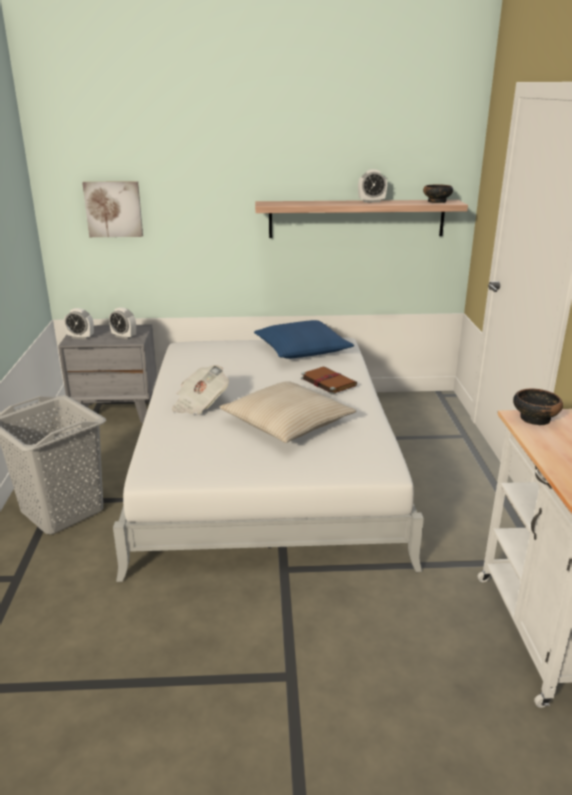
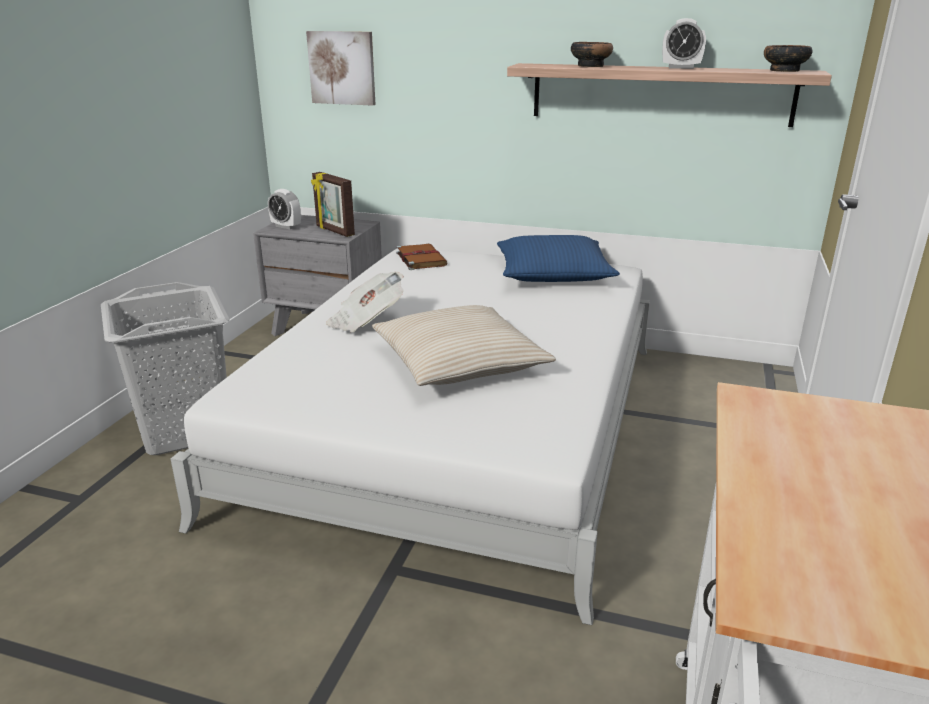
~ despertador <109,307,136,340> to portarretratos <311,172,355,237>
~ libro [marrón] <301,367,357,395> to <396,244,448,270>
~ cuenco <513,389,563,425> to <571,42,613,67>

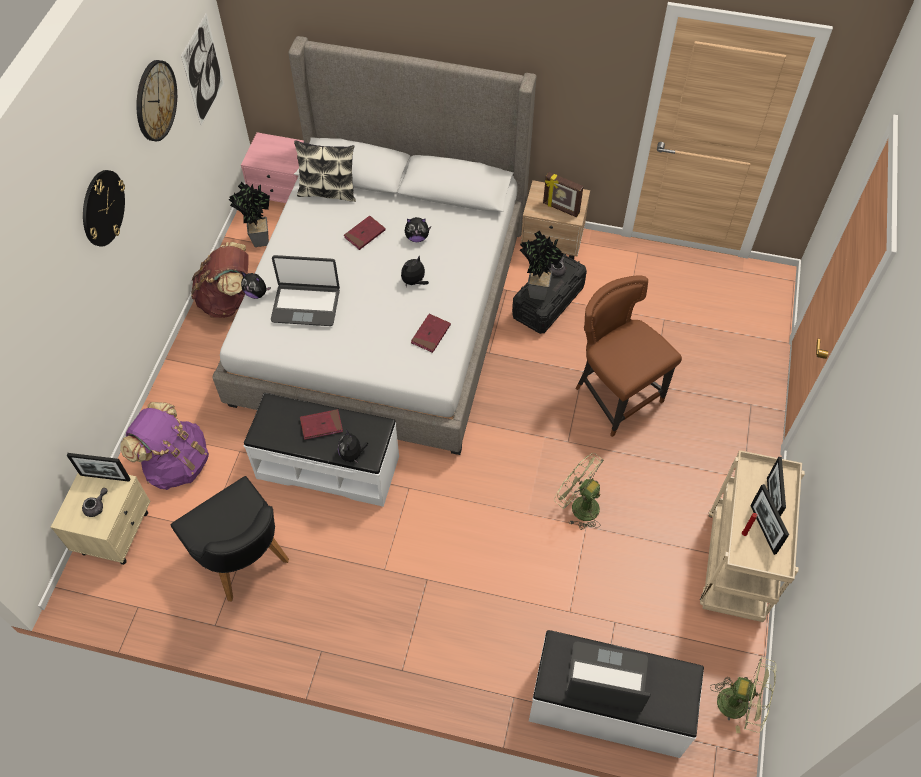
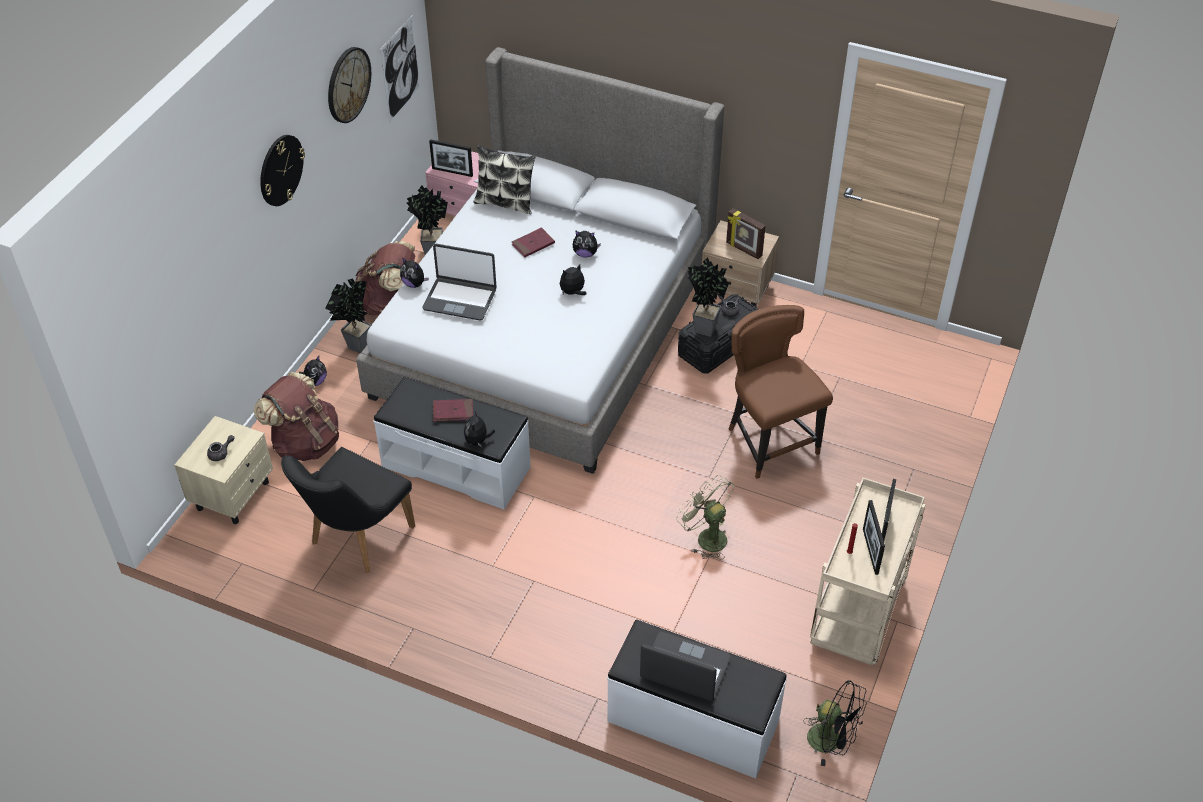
- libro [rojo] <411,314,451,353>
~ mochila [morado] <120,402,209,490> to mochila [marrón] <254,372,339,461>
~ portarretratos <67,453,131,482> to <429,139,473,177>
~ silla [negro] <171,476,289,602> = <281,447,415,573> 60 degrees clockwise
~ ventilador [verde] <710,657,776,733> to ventilador [negro] <803,680,867,766>
+ planta en maceta <325,278,371,353>
+ peluche <299,356,327,386>

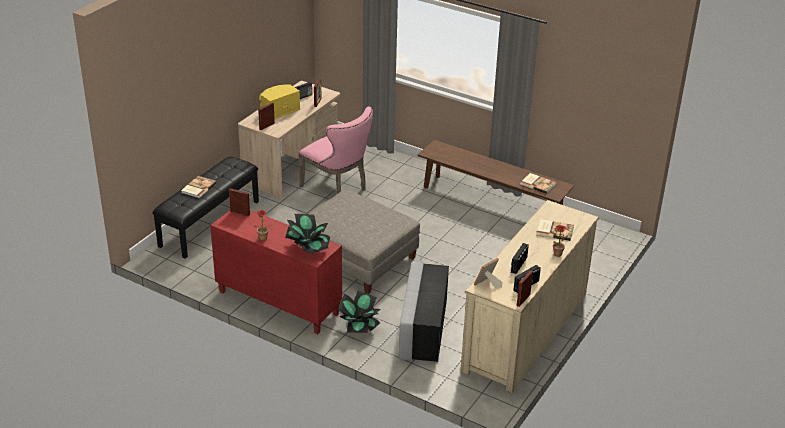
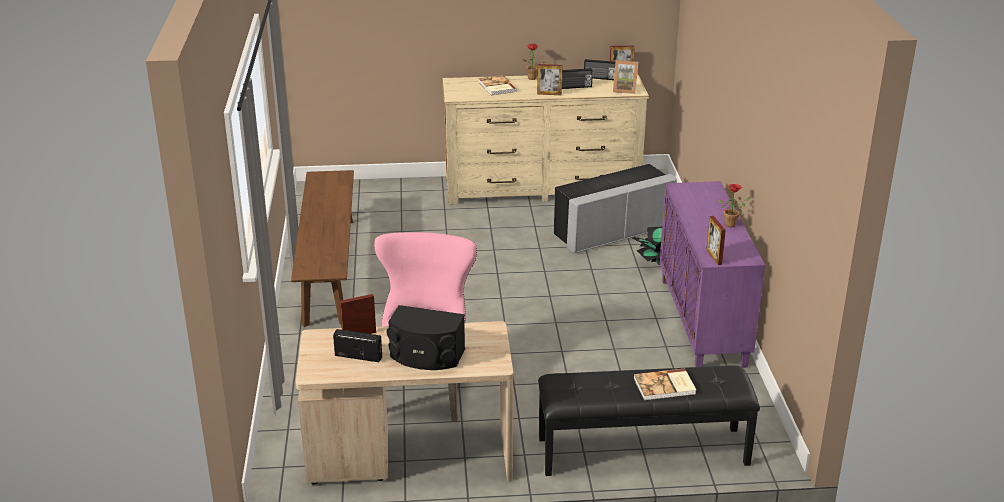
~ altavoz [amarillo] <259,84,300,119> to altavoz [negro] <387,305,465,370>
~ portarretratos <258,103,275,130> to <537,64,563,95>
- libro <520,173,556,194>
- puf [gris] <295,190,420,294>
~ armario [rojo] <210,210,342,334> to armario [morado] <660,181,765,368>
- planta en maceta <285,214,330,254>

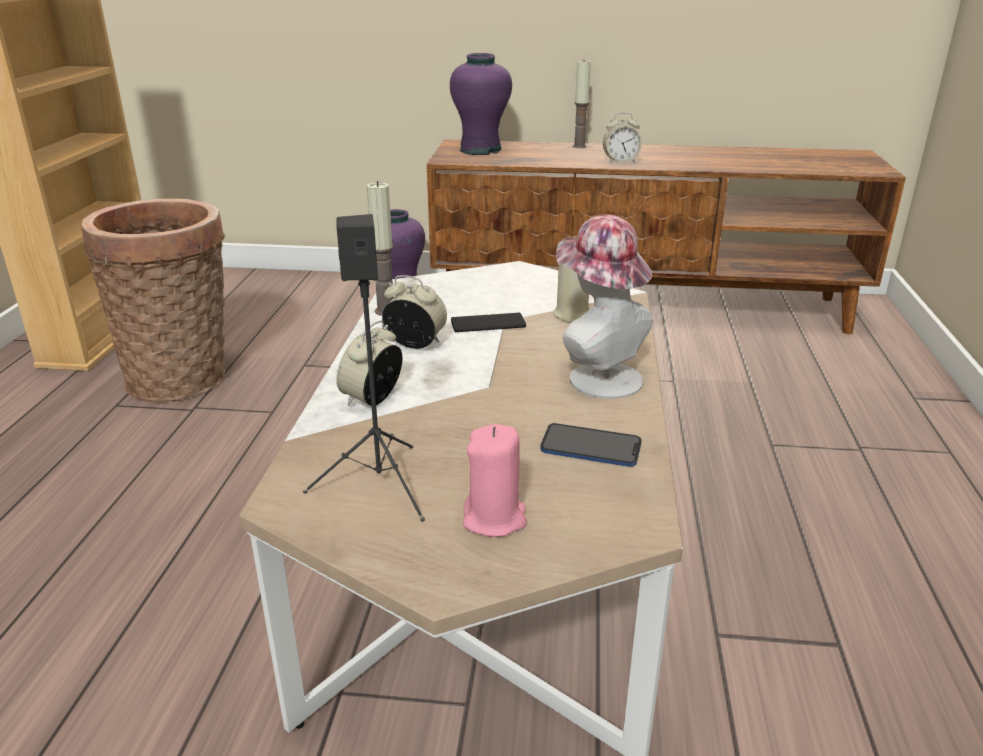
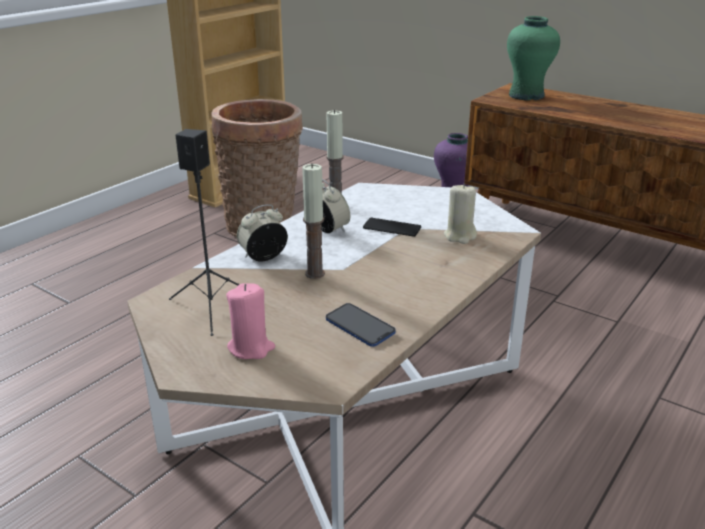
~ florero [morado] <450,53,512,155> to florero [verde] <507,16,560,101>
~ vela <573,61,591,148> to <302,163,325,279>
- despertador <603,112,642,163>
- sombrero <556,215,653,399>

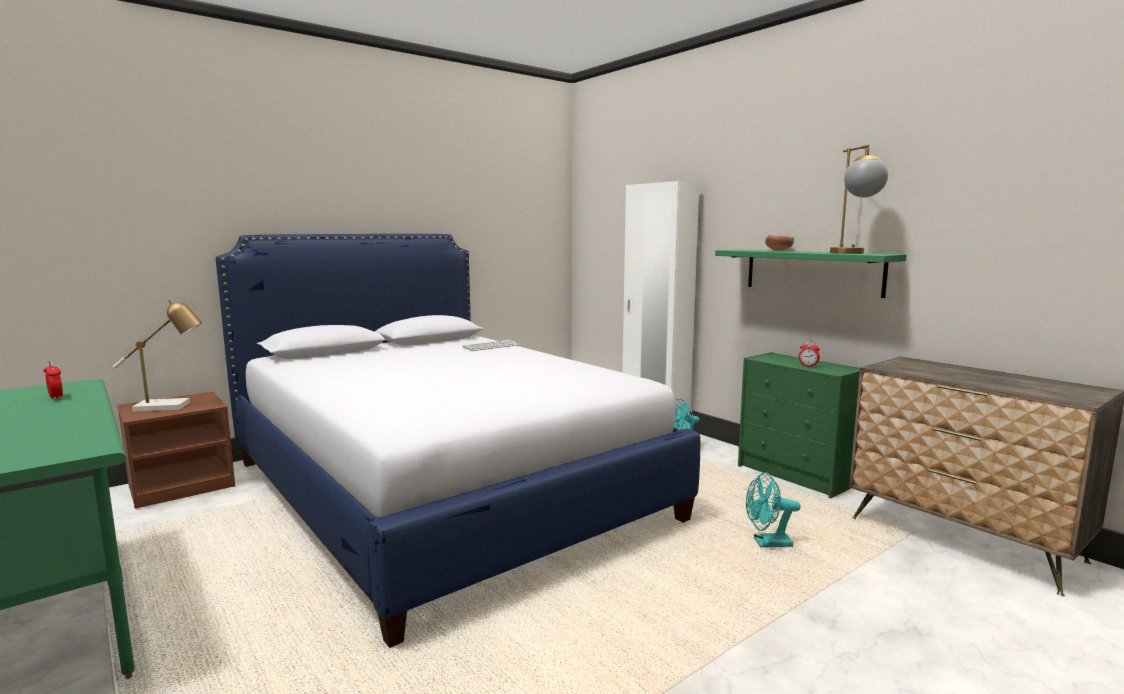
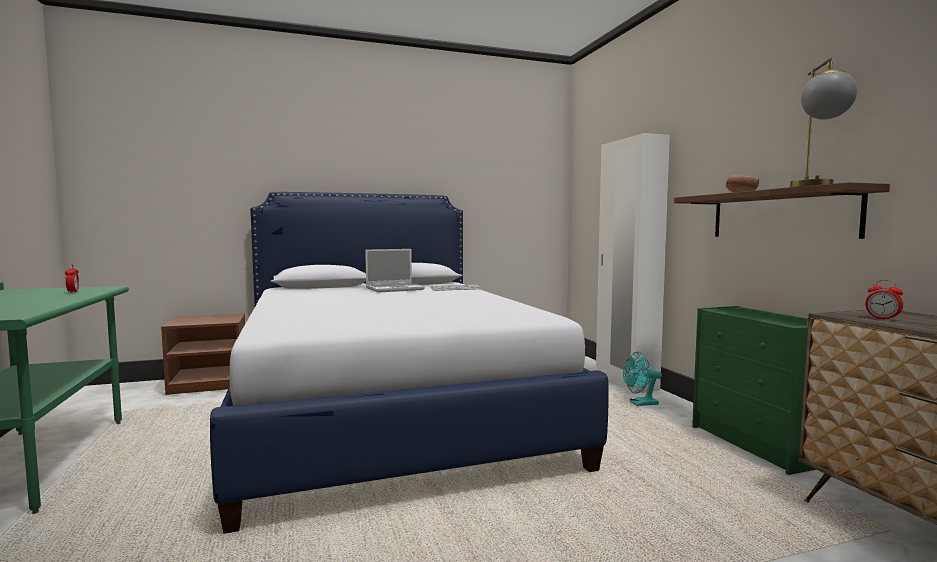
~ estante [verde] <715,249,907,298> to estante [marrón] <674,182,890,239>
- lámpara de mesa <113,300,202,412>
~ despertador <799,340,820,367> to <865,280,903,320>
- ventilador [turquesa] <746,472,801,547>
+ portátil <365,249,425,293>

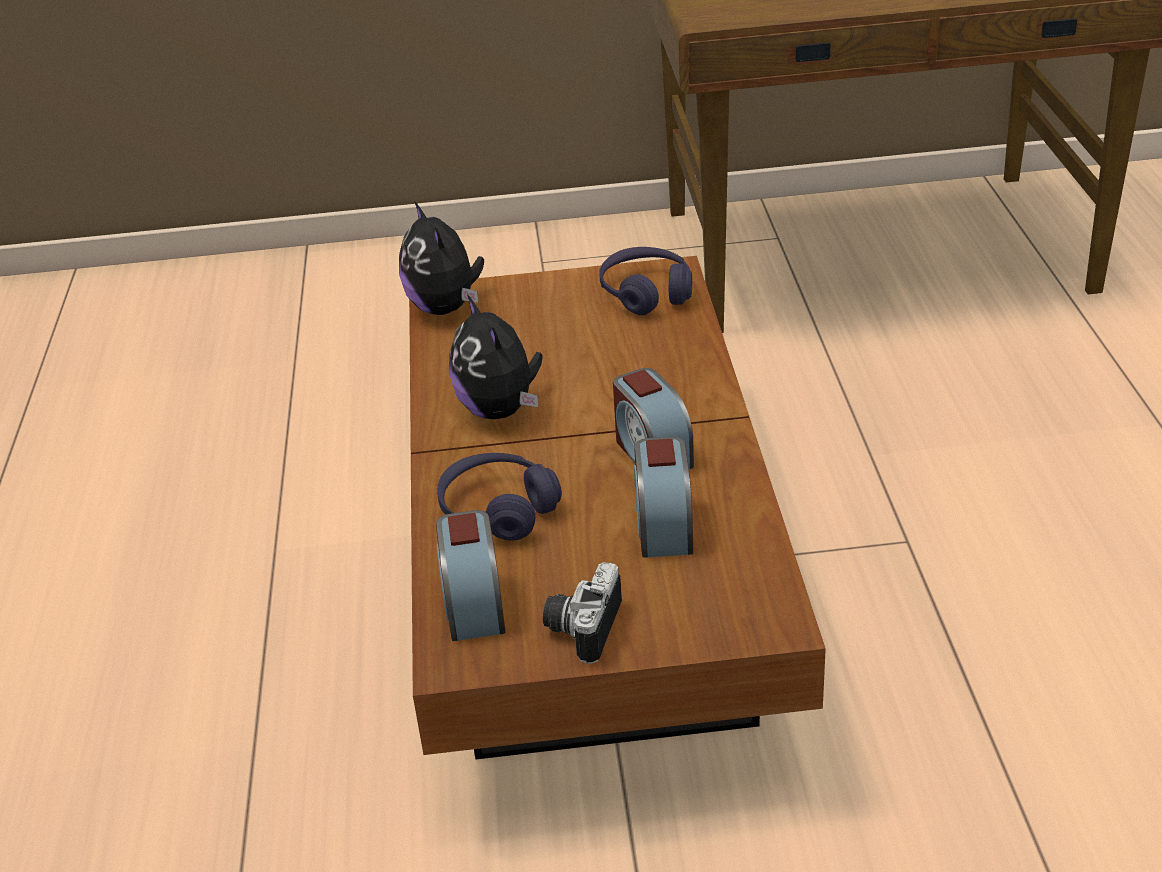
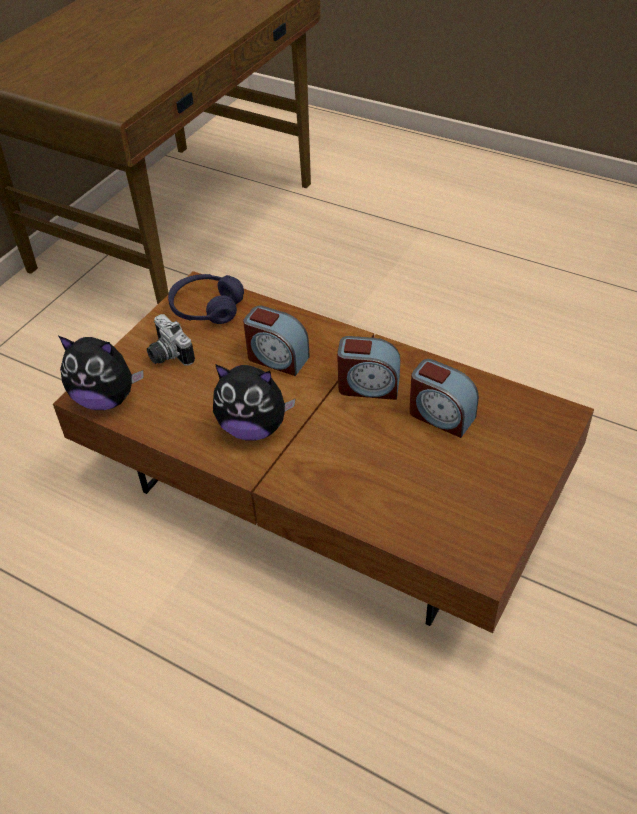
- auriculares [morado] <437,453,562,541>
~ despertador <436,510,505,641> to <243,306,310,376>
~ cámara <543,562,622,664> to <147,314,195,366>

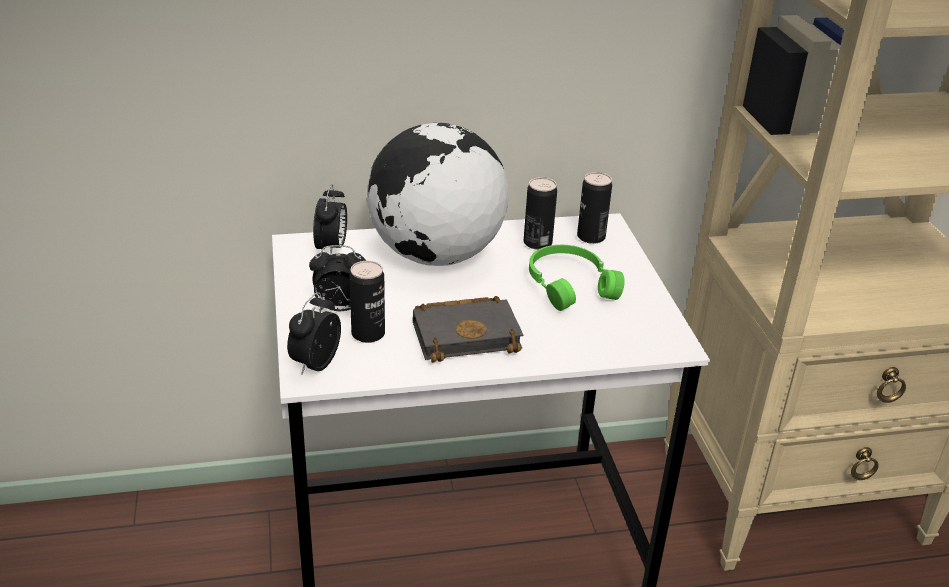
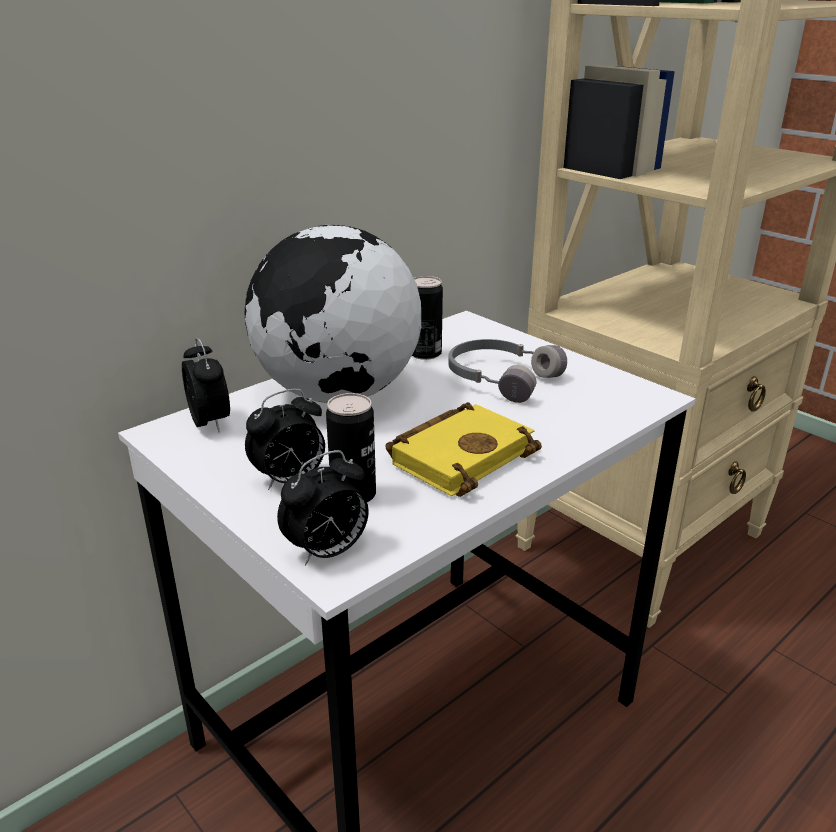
- lata <577,172,612,244>
~ auriculares [verde] <529,245,625,311> to auriculares [gris] <448,339,567,403>
~ despertador <287,292,341,375> = <277,450,369,566> 120 degrees counterclockwise
~ libro [negro] <413,296,523,363> to libro [amarillo] <385,402,542,497>

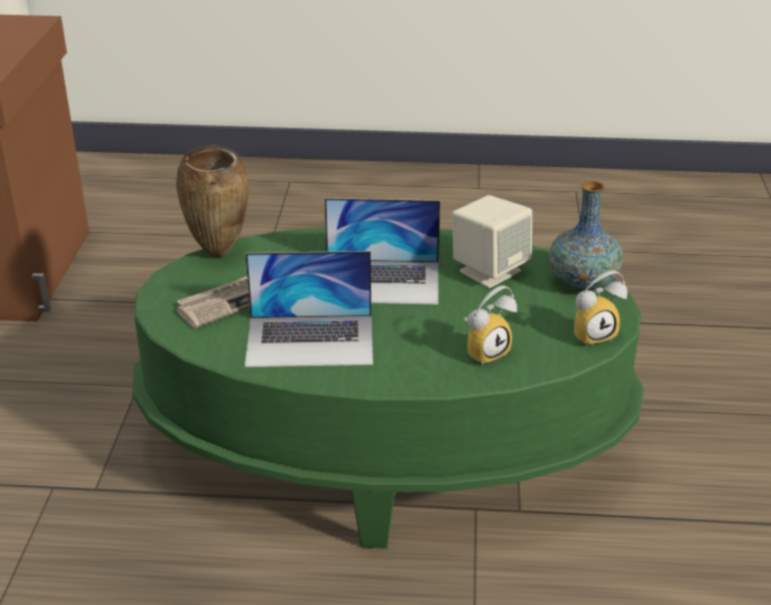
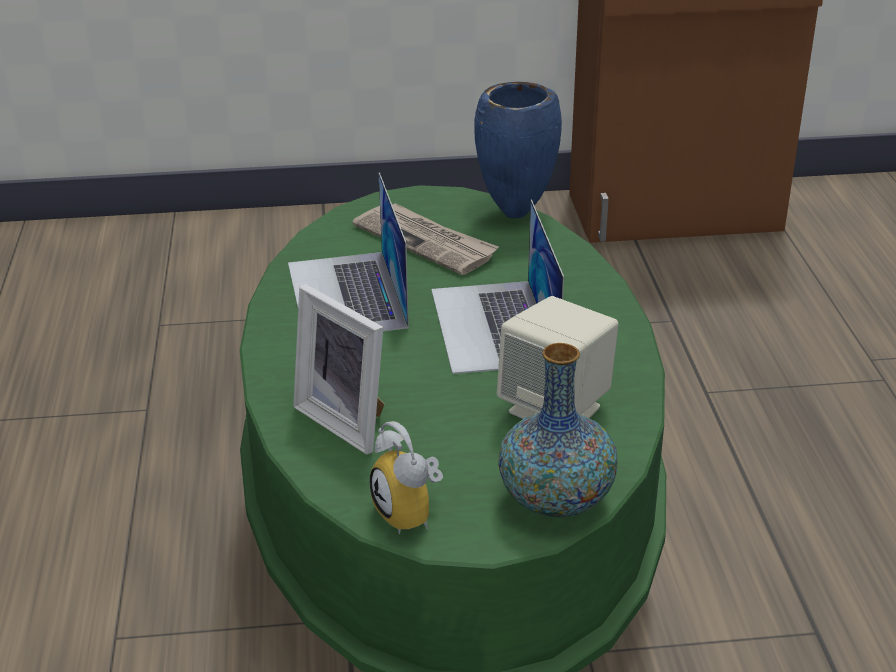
~ florero [marrón] <176,145,249,257> to florero [azul] <474,82,562,218>
~ despertador <464,286,517,366> to portarretratos <293,284,385,455>

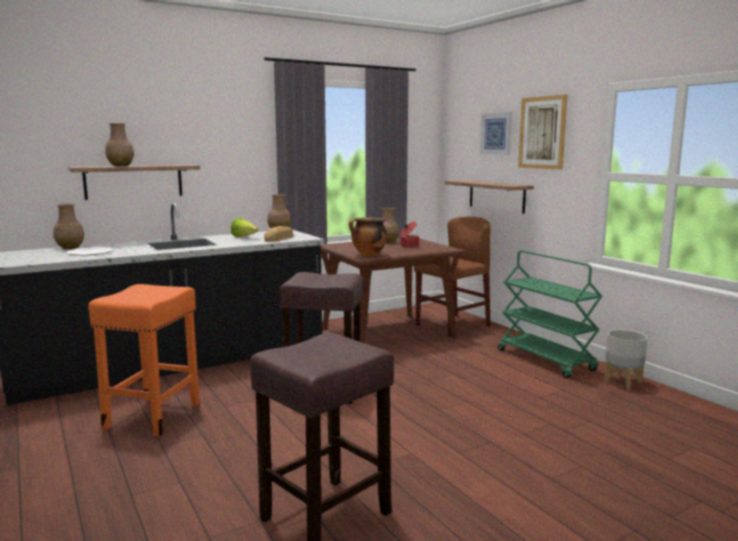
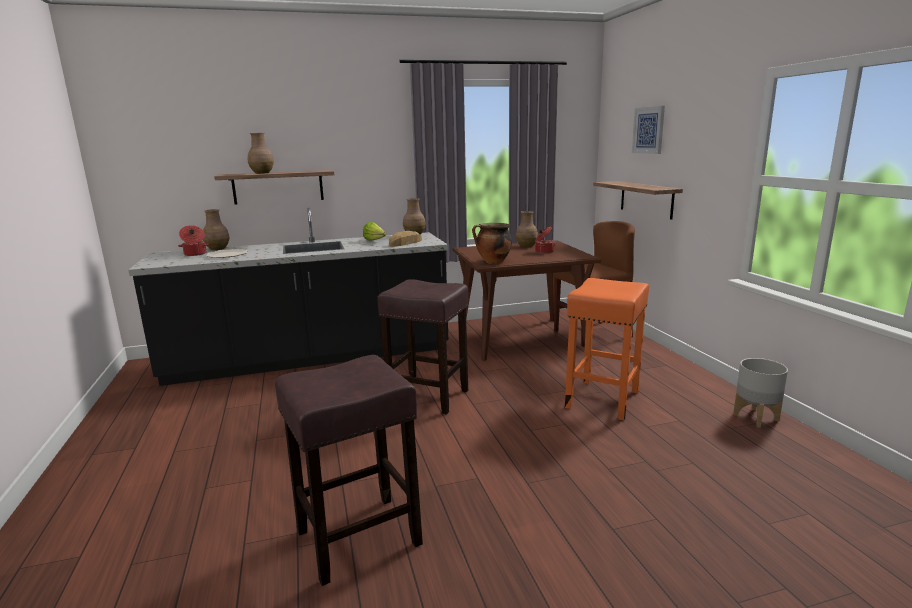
- cuadro <518,95,568,170>
- carrito [verde] <498,250,602,378>
~ taburete [naranja] <88,284,200,437> to <565,278,649,421>
+ olla <178,225,210,256>

